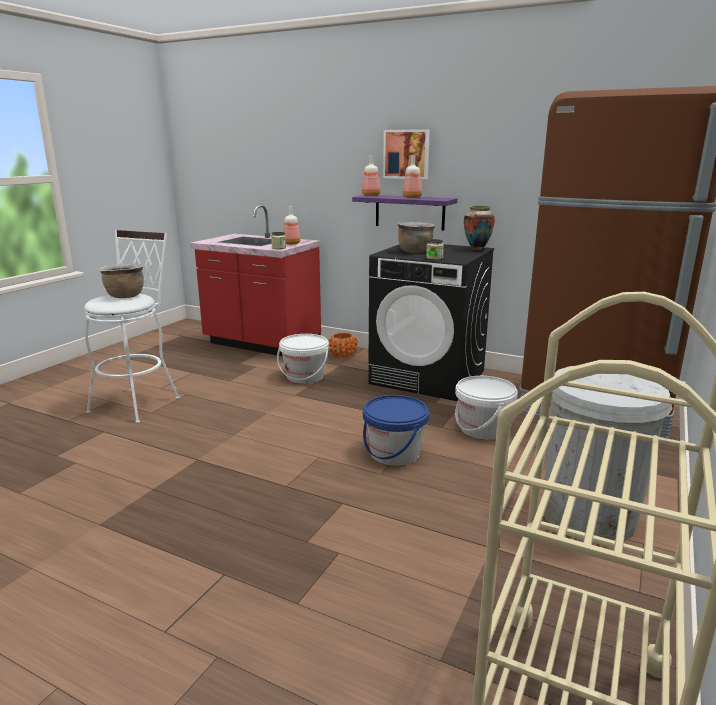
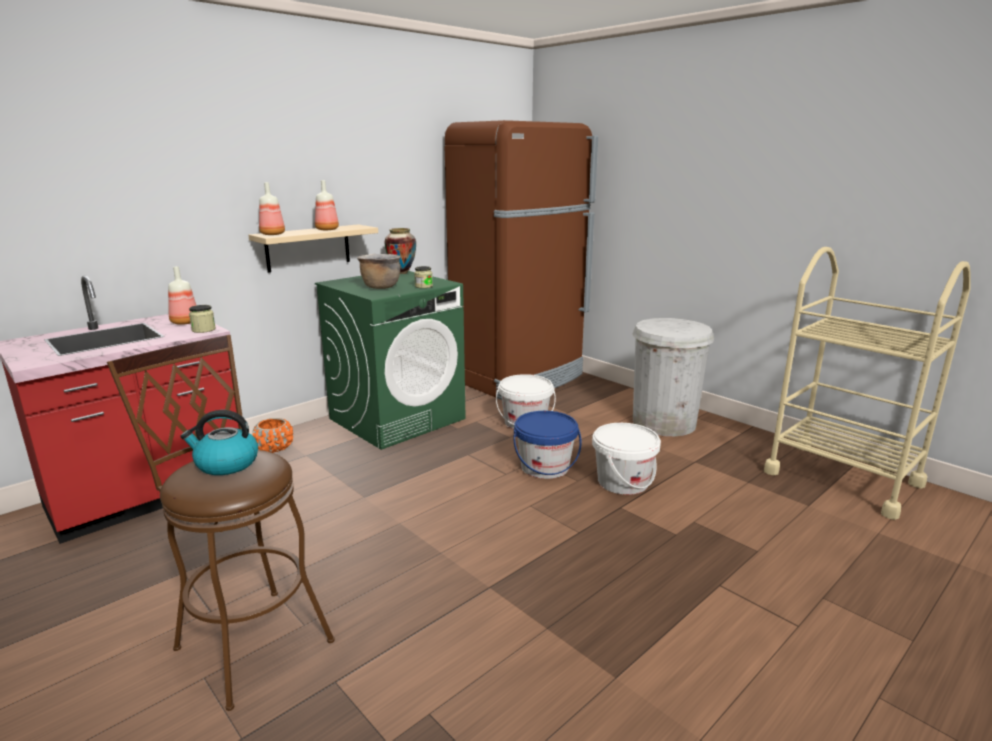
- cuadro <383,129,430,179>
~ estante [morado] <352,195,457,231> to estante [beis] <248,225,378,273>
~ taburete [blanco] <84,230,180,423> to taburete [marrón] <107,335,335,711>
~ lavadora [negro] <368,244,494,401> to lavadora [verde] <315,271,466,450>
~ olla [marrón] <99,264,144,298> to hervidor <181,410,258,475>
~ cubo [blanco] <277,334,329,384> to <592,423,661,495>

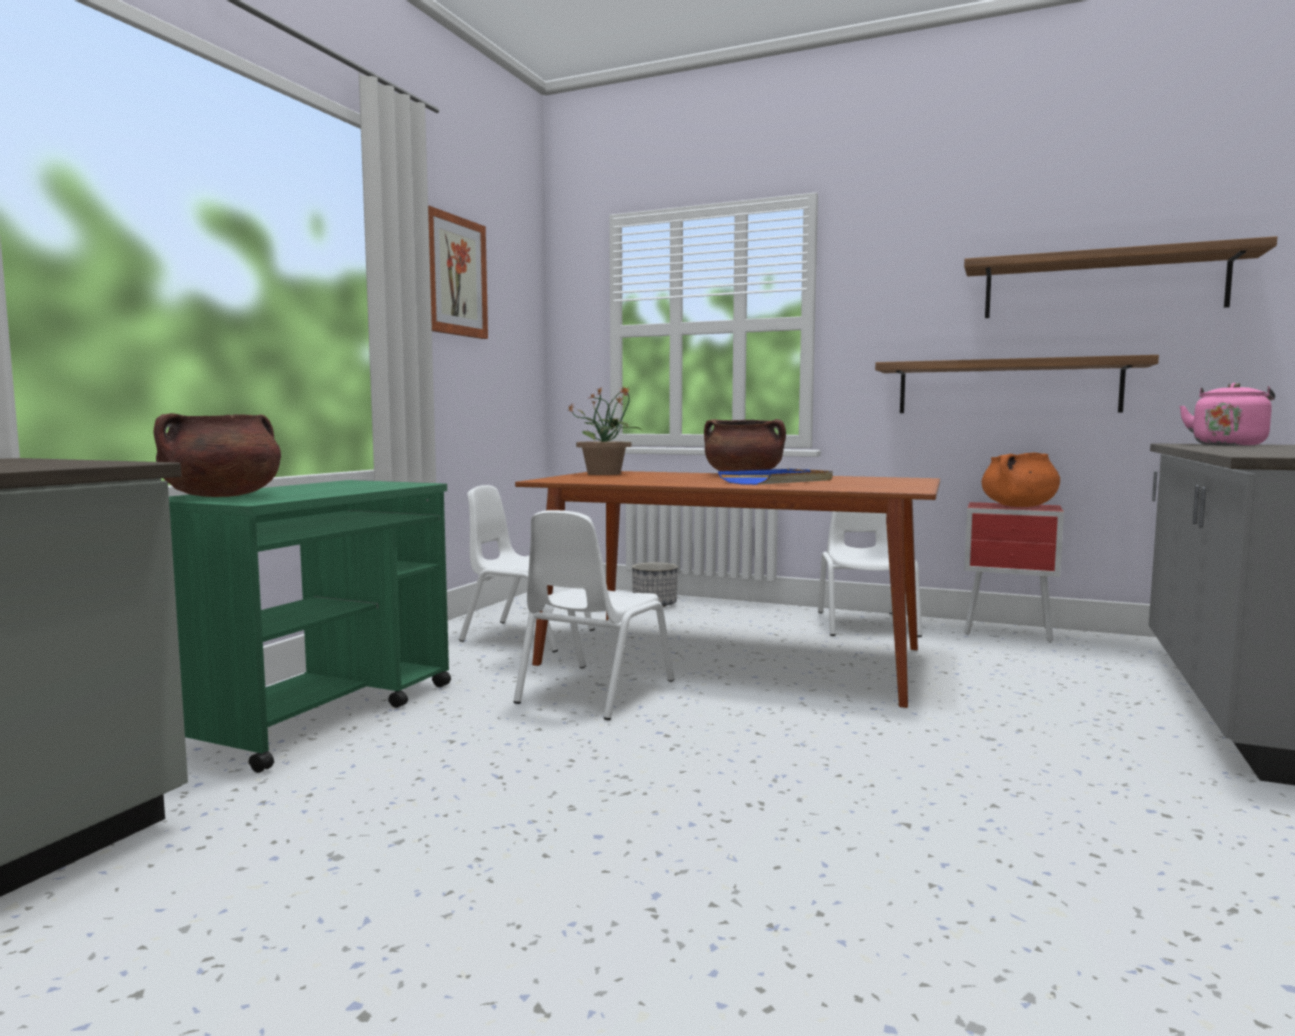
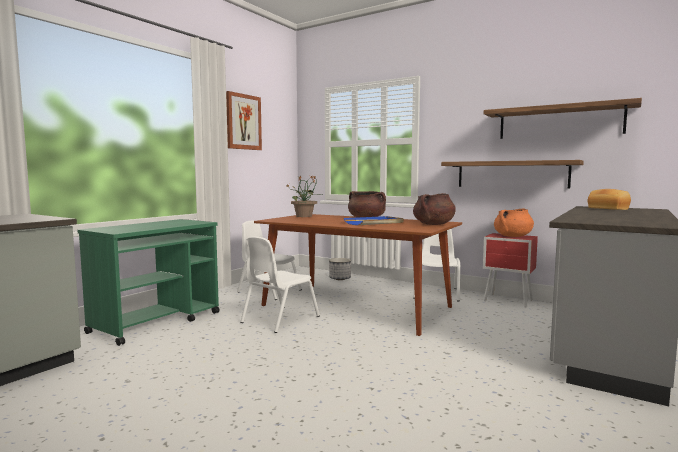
~ hervidor [rosa] <1179,383,1275,446> to pan <588,189,631,210>
~ olla [marrón] <153,413,281,497> to <413,193,456,225>

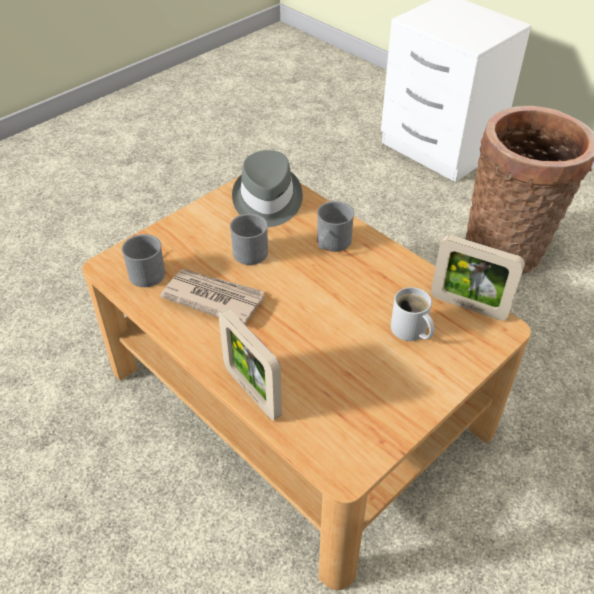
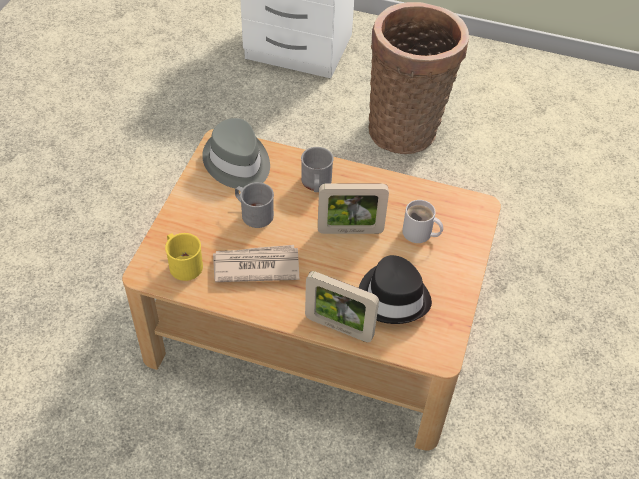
~ taza grande [gris] <122,234,165,287> to taza grande [amarillo] <165,233,203,281>
~ portarretratos <431,235,525,320> to <318,183,389,234>
+ sombrero [negro] <359,255,432,324>

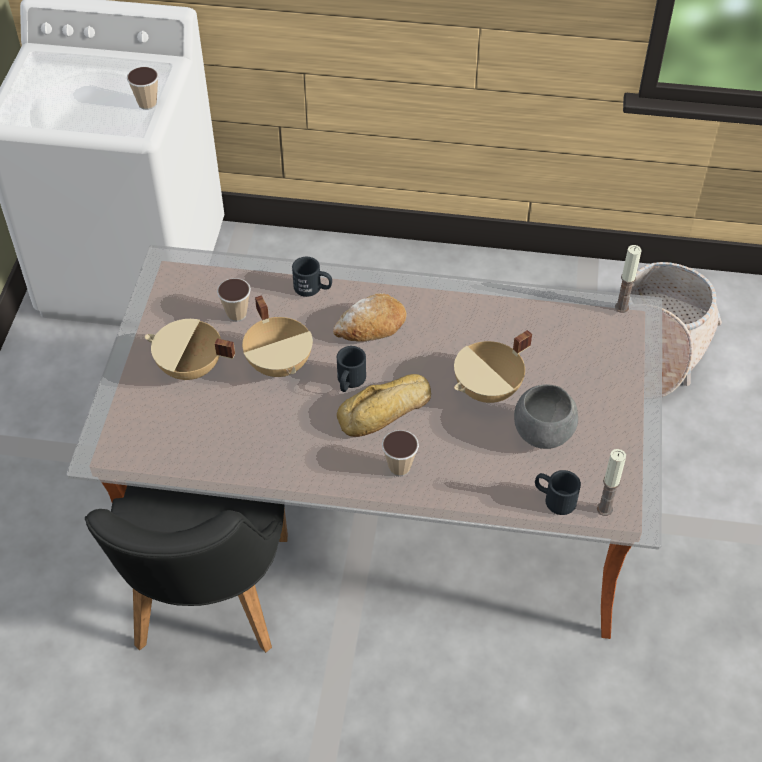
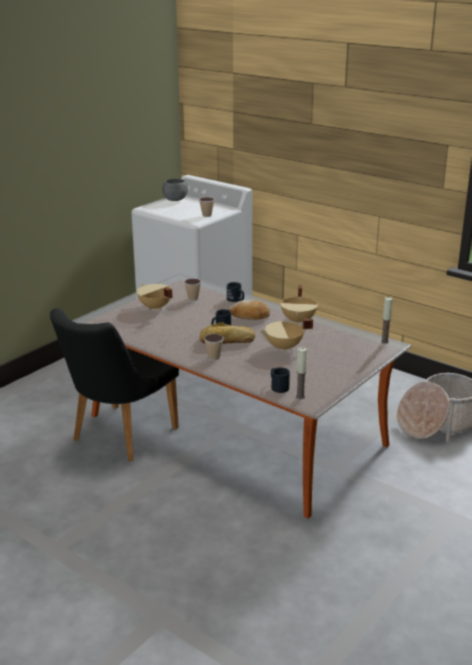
~ olla [beis] <242,295,313,377> to <280,285,318,325>
~ cuenco [gris] <514,384,578,449> to <162,179,188,201>

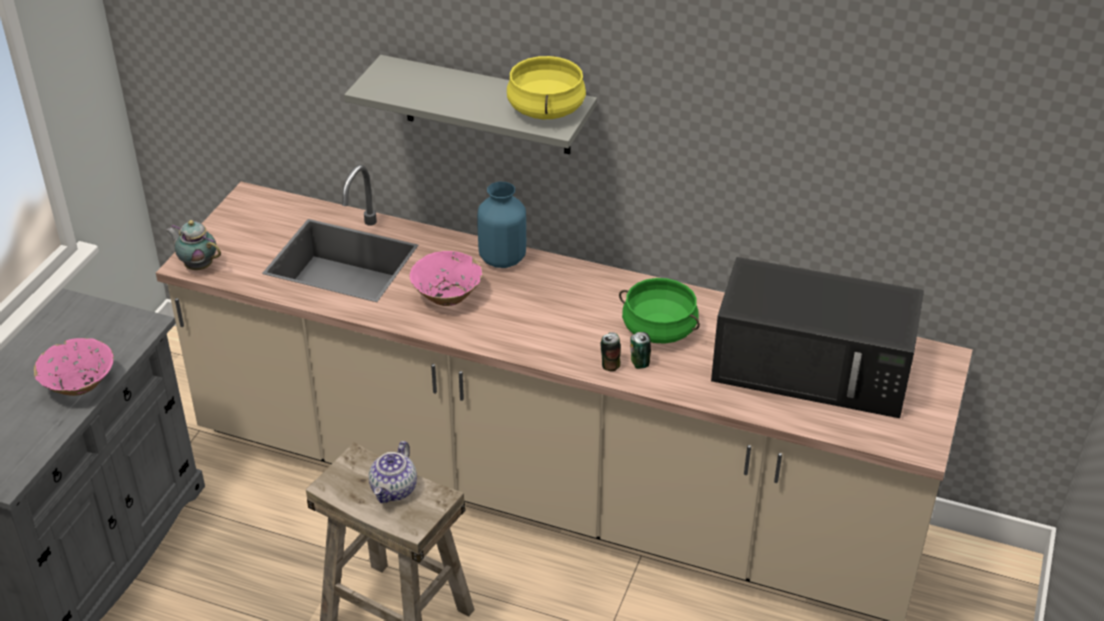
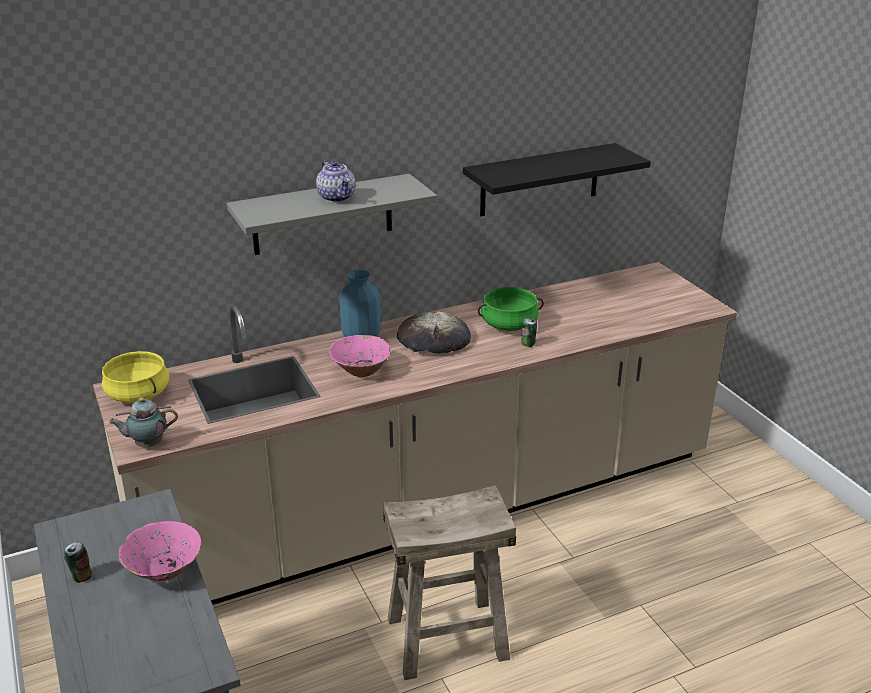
~ olla [amarillo] <507,55,586,119> to <102,351,169,403>
- microondas [negro] <711,257,924,418>
~ lata <600,332,621,371> to <64,541,92,583>
~ tetera <369,441,417,503> to <316,161,355,202>
+ estante [negro] <463,143,651,216>
+ pan <397,311,471,353>

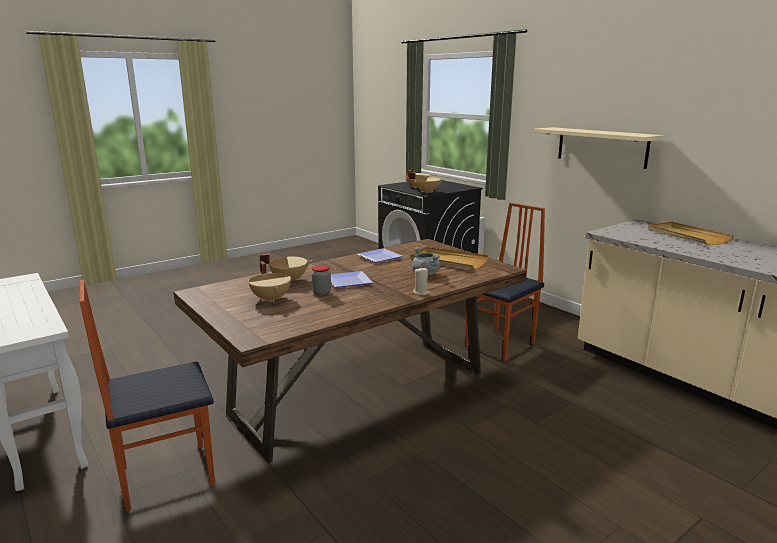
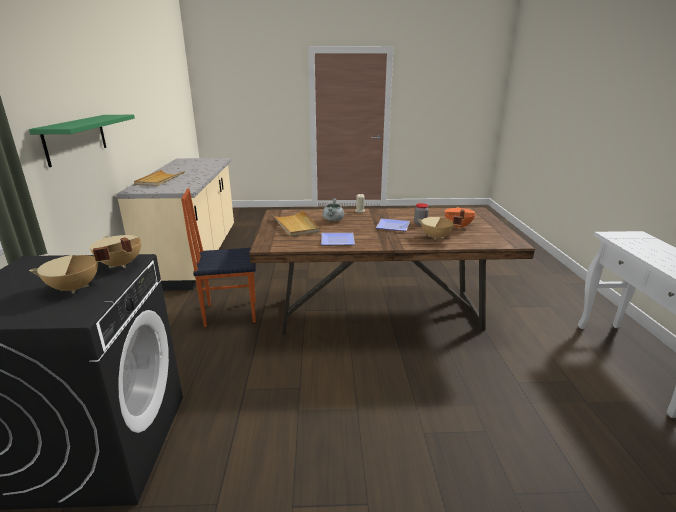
~ estante [beis] <534,127,664,169> to estante [verde] <29,115,135,167>
~ olla [beis] <248,261,291,303> to olla [naranja] <444,207,475,229>
- silla <80,280,215,511>

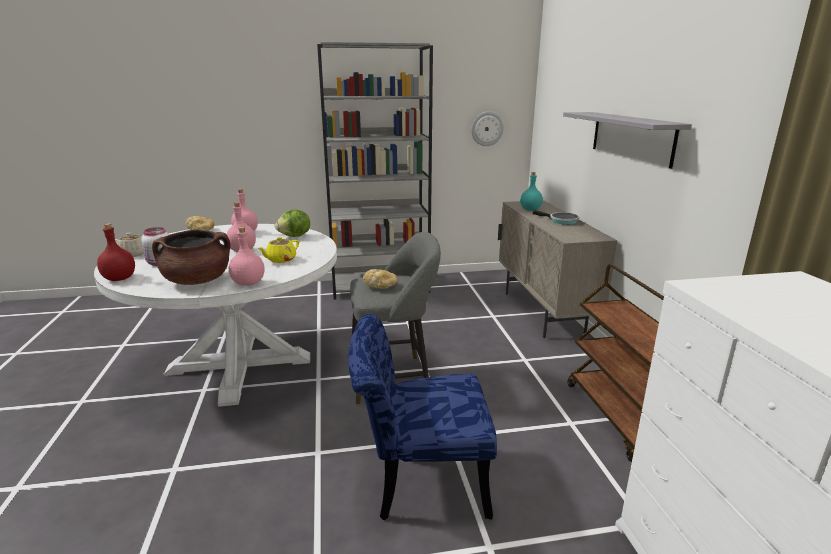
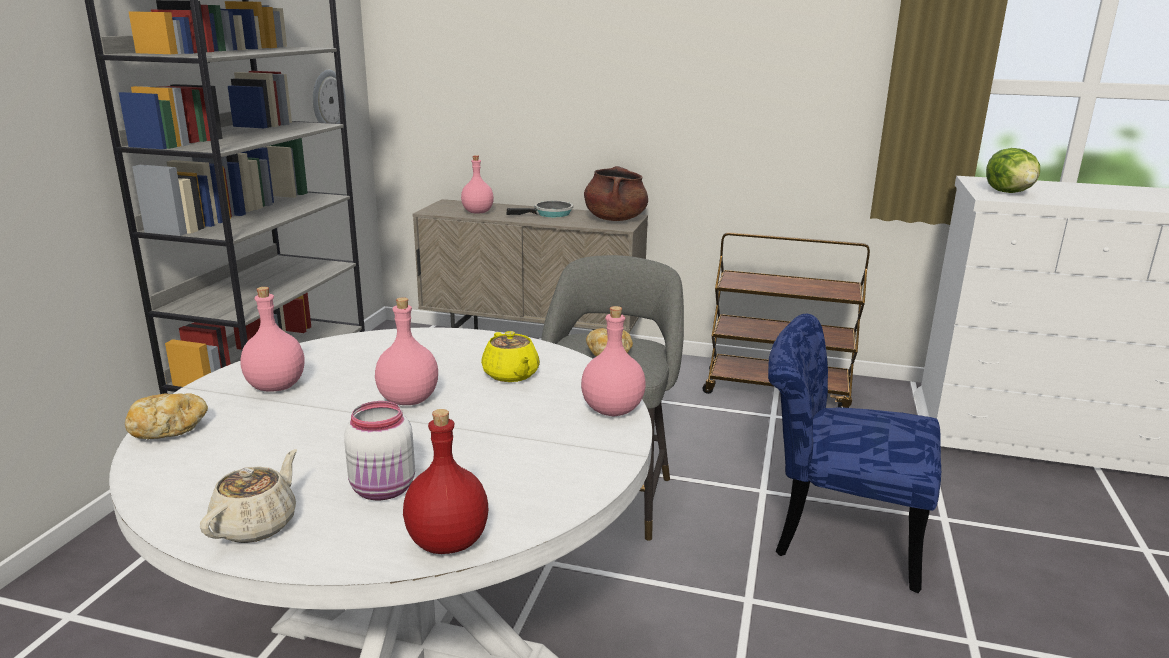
- estante [gris] <563,112,692,169>
~ botella [turquesa] <520,172,543,211> to botella [rosa] <461,155,494,214>
~ lechuga <275,209,310,237> to <986,148,1040,193>
~ olla [marrón] <152,230,231,285> to <584,166,648,221>
~ silla [azul] <348,314,497,520> = <768,314,941,593> 90 degrees clockwise

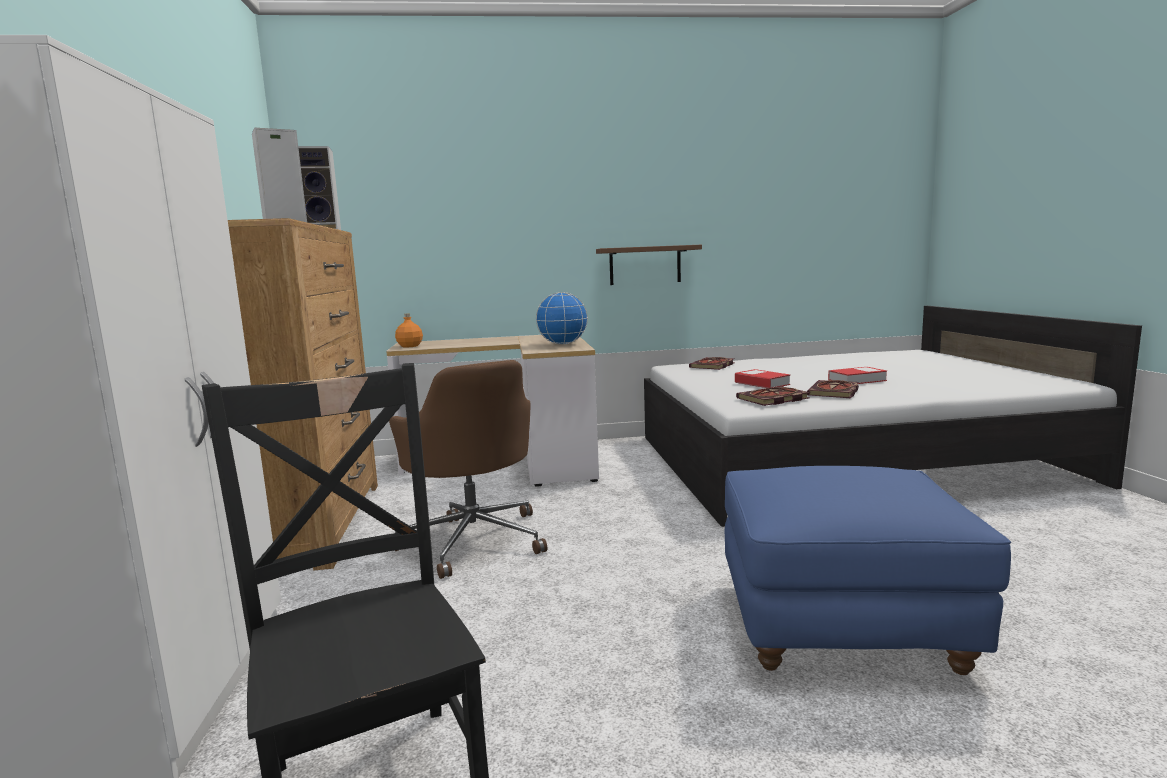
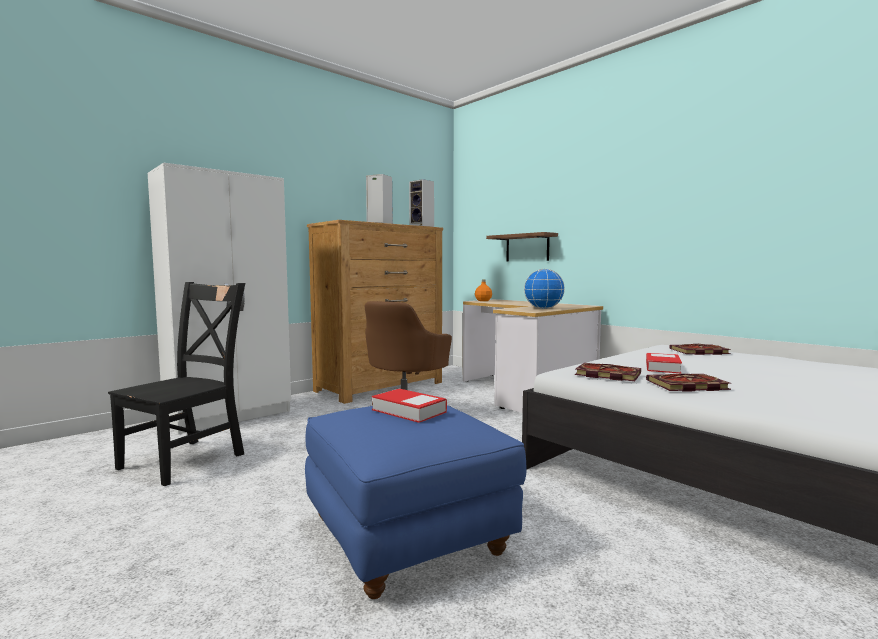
~ estante [marrón] <596,245,702,285> to <486,232,558,261>
~ libro <828,367,887,384> to <372,389,447,423>

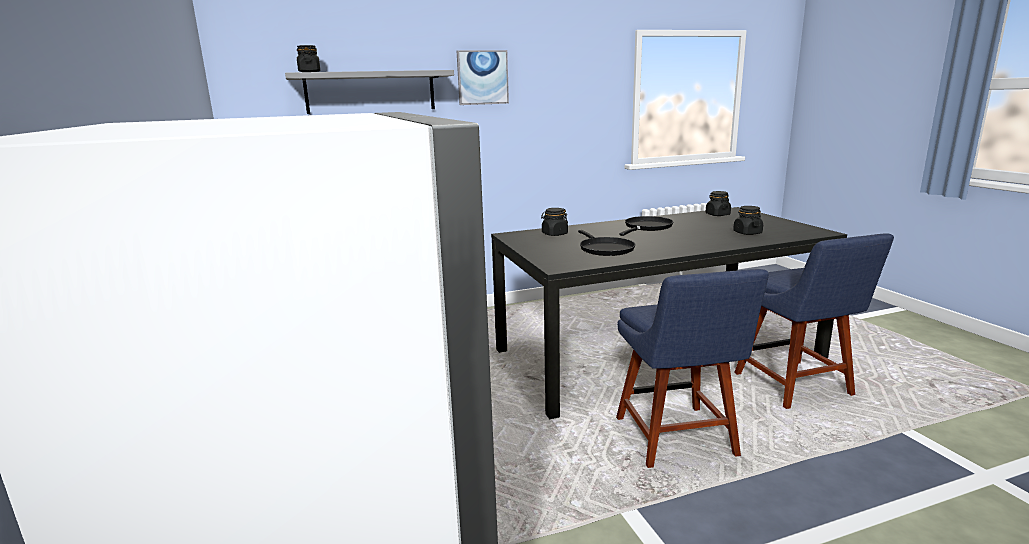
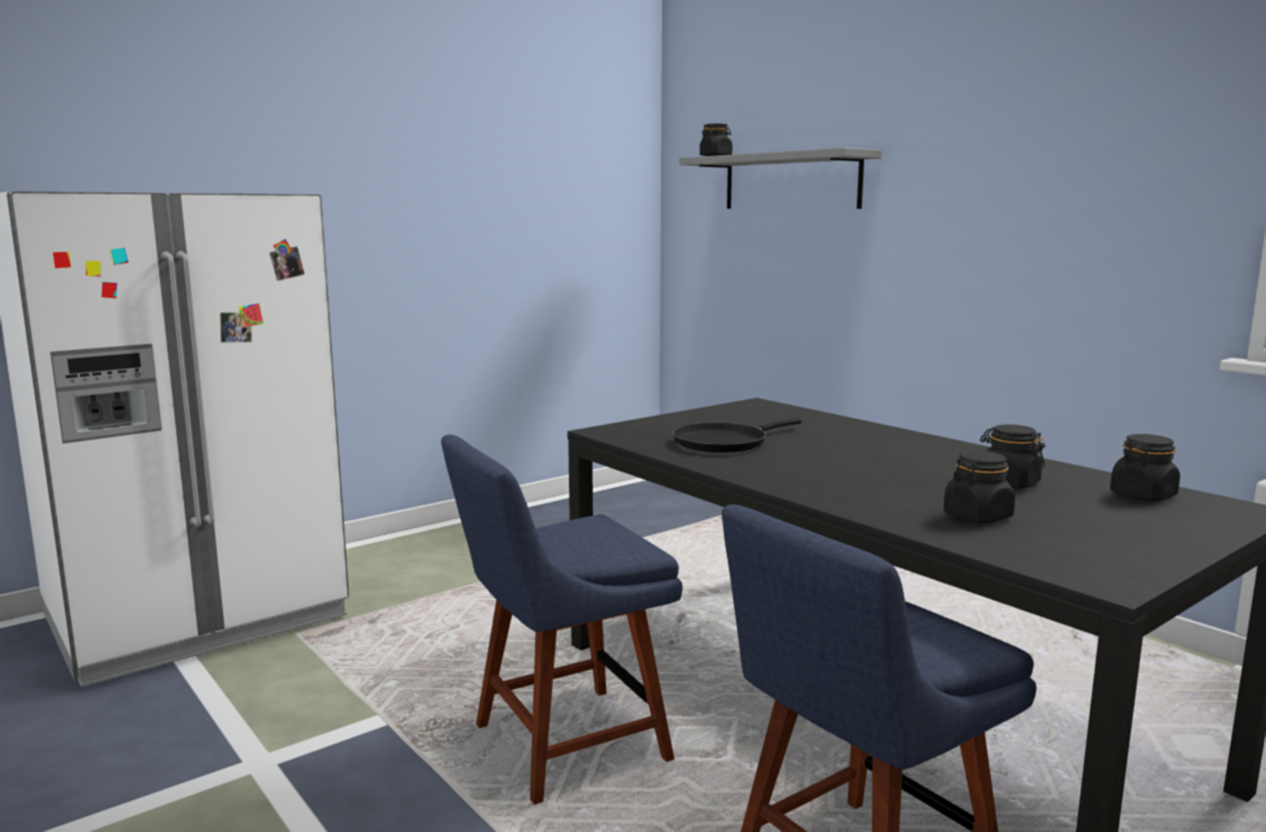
- cuadro <457,50,509,105>
~ tarro [negro] <541,208,568,236> to <980,424,1045,488>
- sartén [negro] <620,216,673,236>

